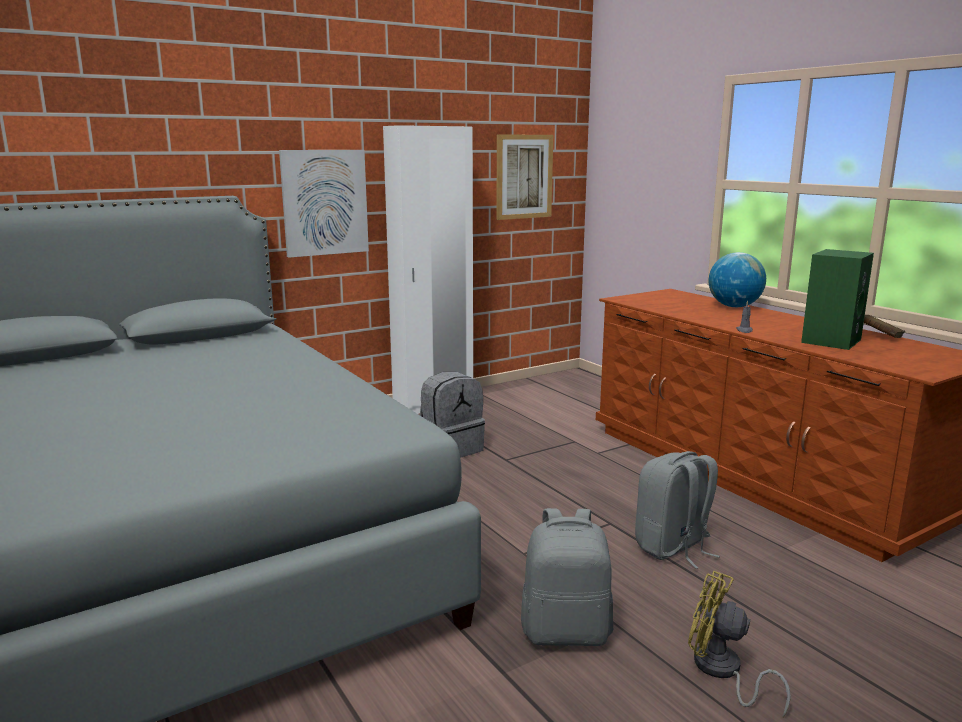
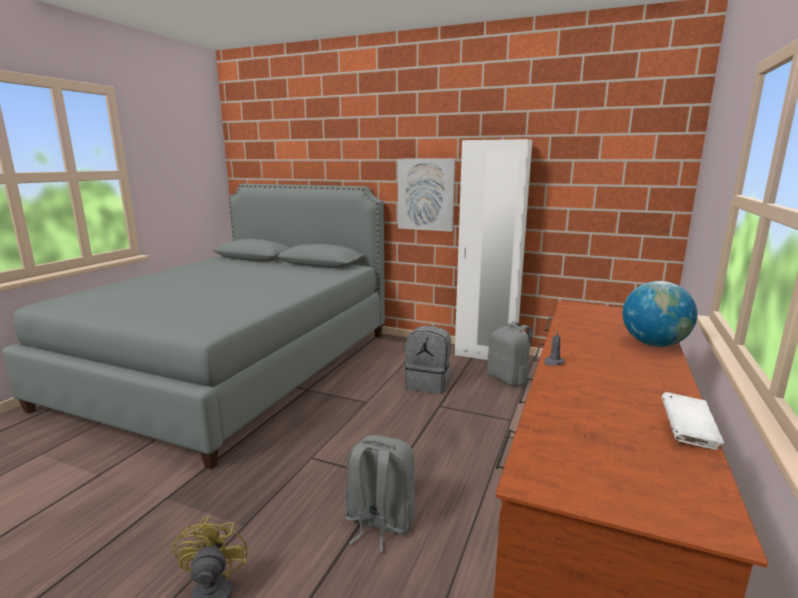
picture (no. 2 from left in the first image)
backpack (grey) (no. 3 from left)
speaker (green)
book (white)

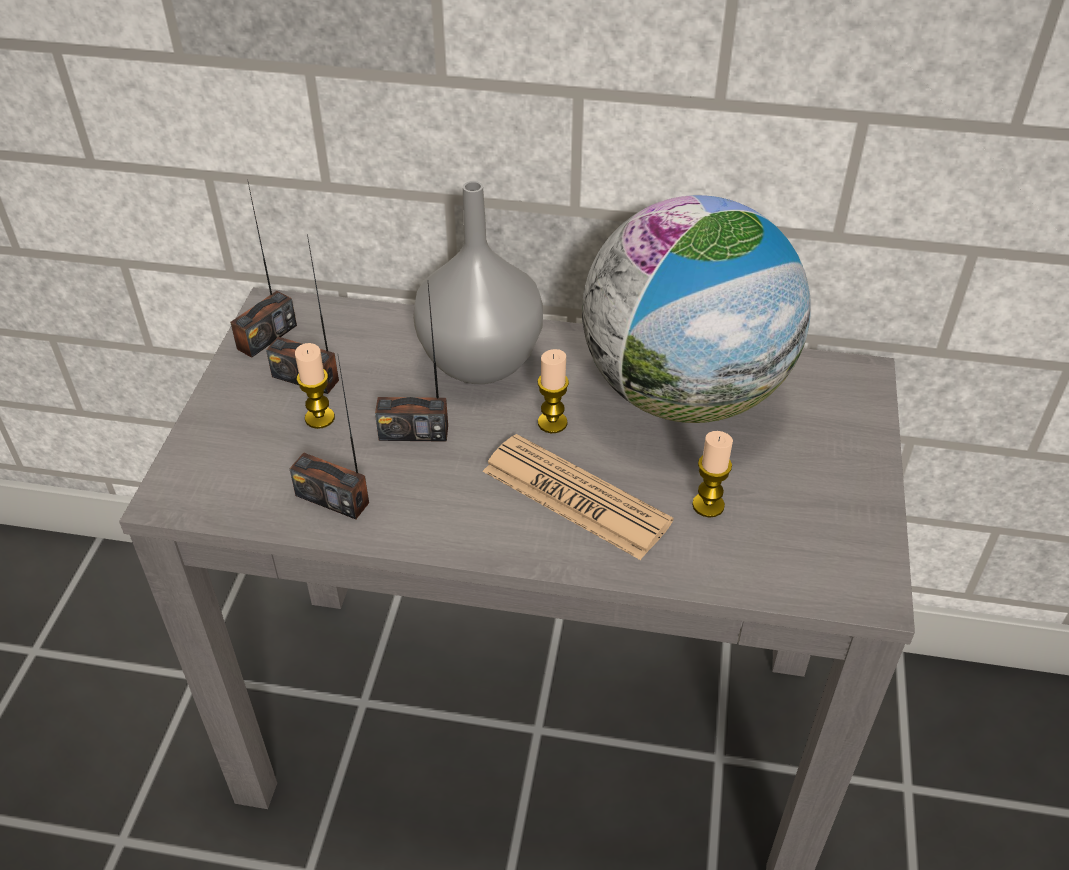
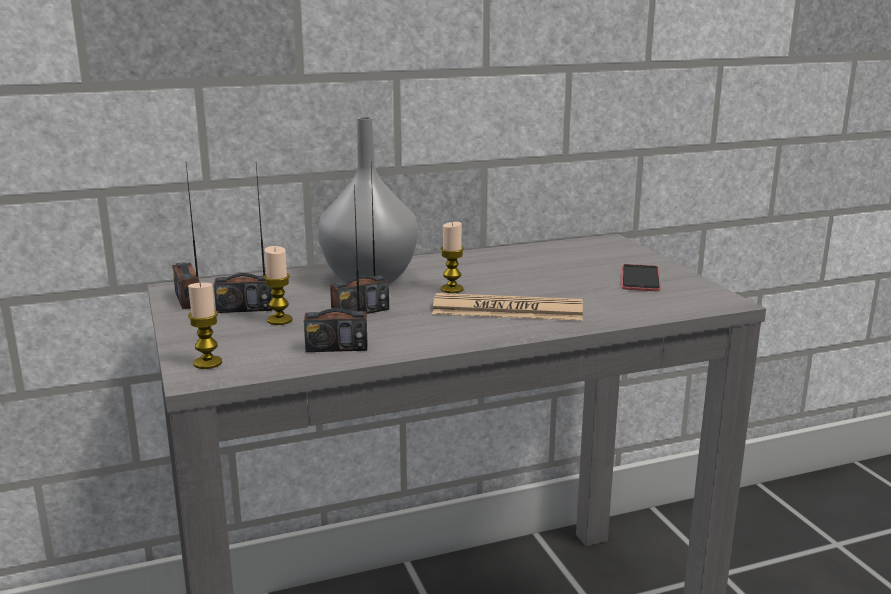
radio (no. 1 from left)
globe
candle (no. 1 from left)
phone

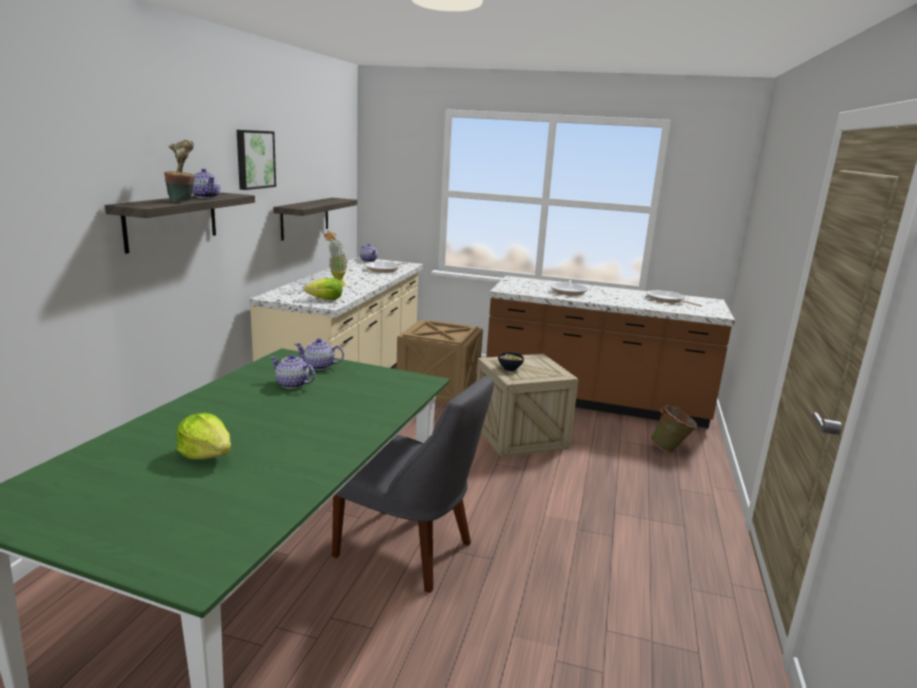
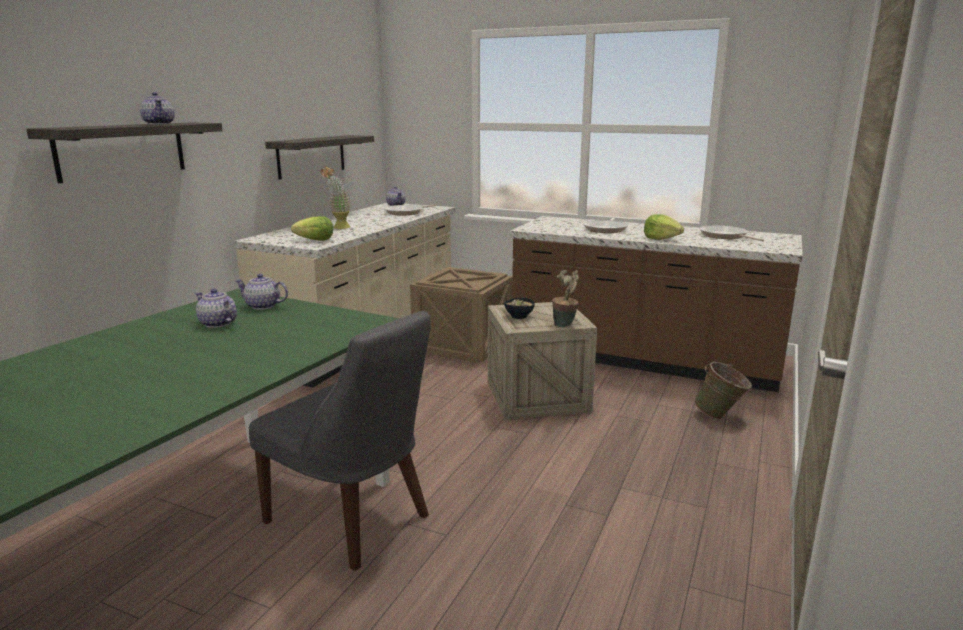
potted plant (no. 2 from left)
lettuce (no. 2 from left)
picture

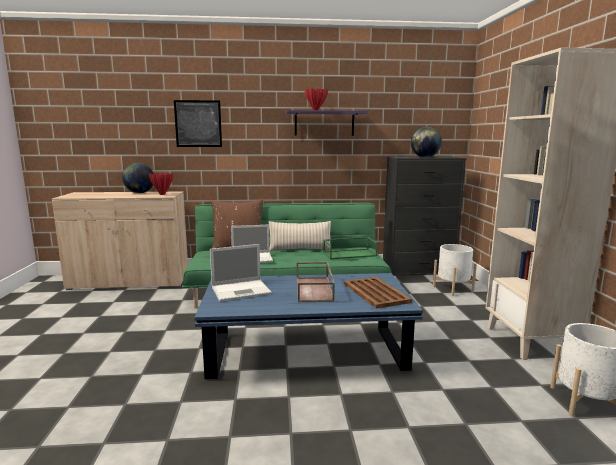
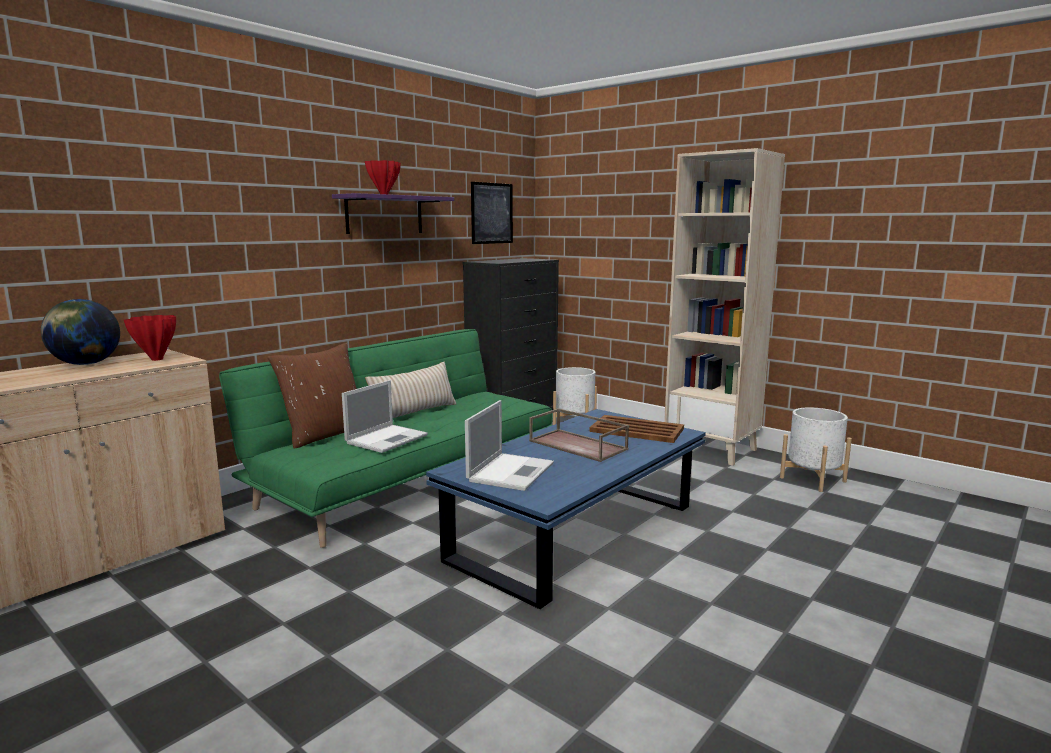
picture
tray (green)
globe (no. 2 from left in the first image)

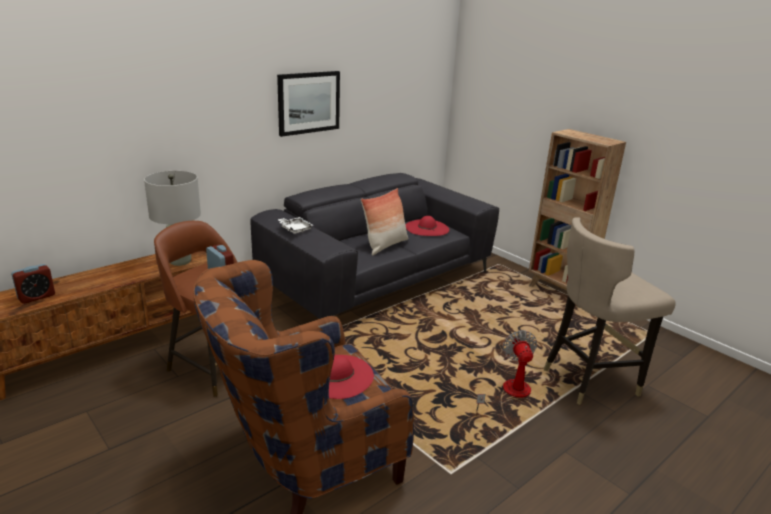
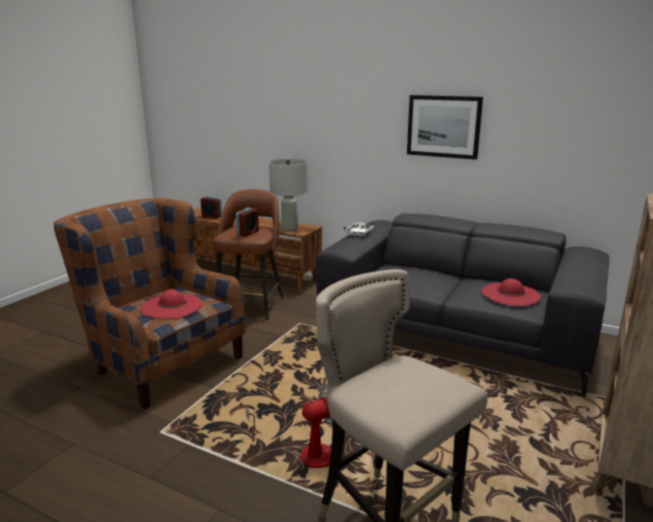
pillow

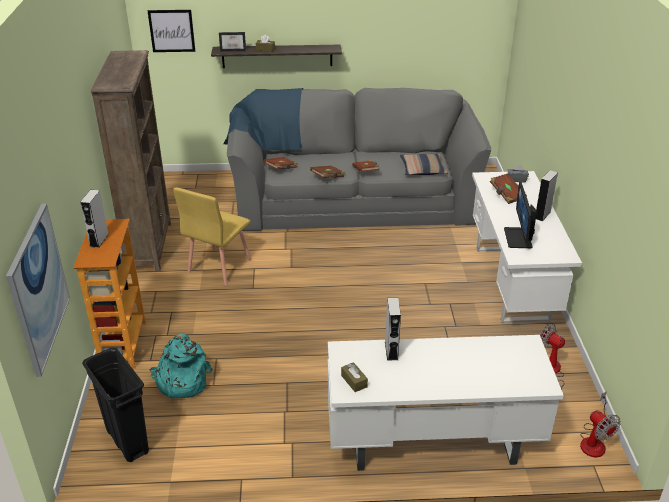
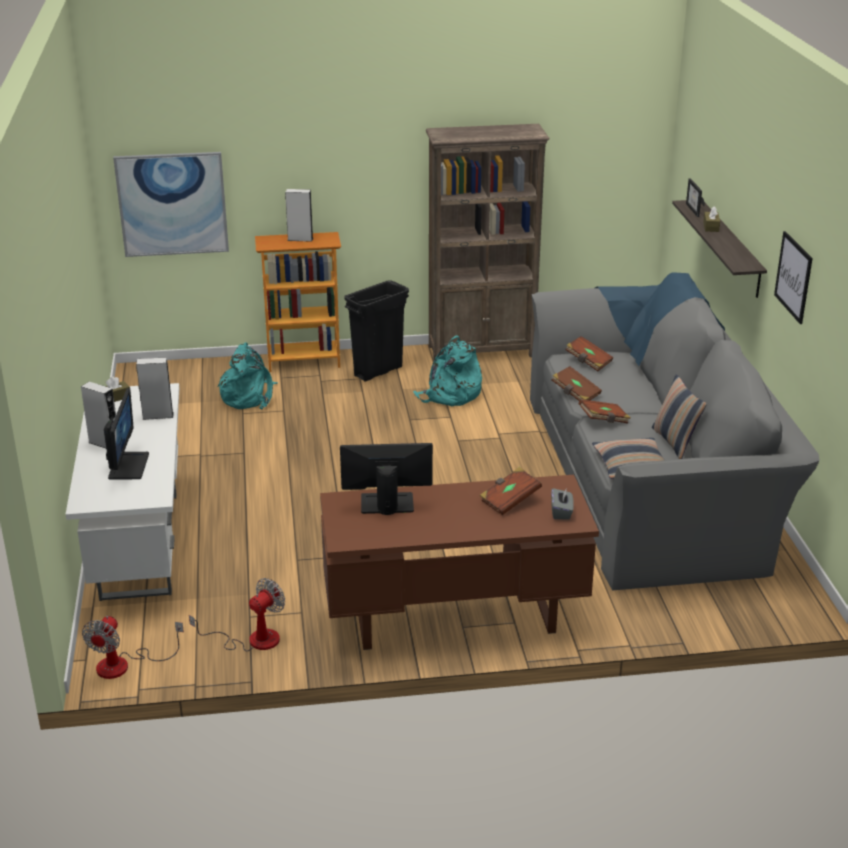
trash can (black)
picture (no. 2 from left)
backpack (turquoise) (no. 2 from left)
desk (brown)
speaker (grey) (no. 1 from left)
fan (no. 1 from left)
monitor (no. 1 from left)
pillow (no. 2 from left)

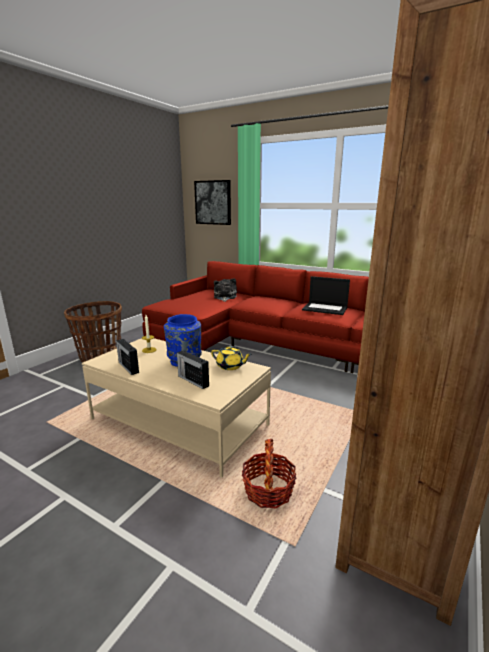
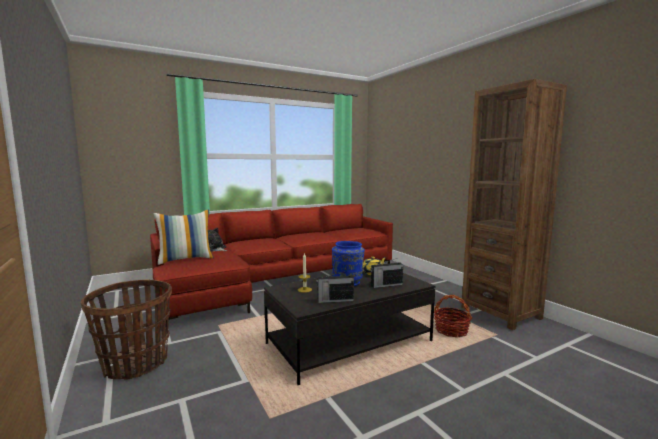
coffee table (black)
picture
laptop
pillow

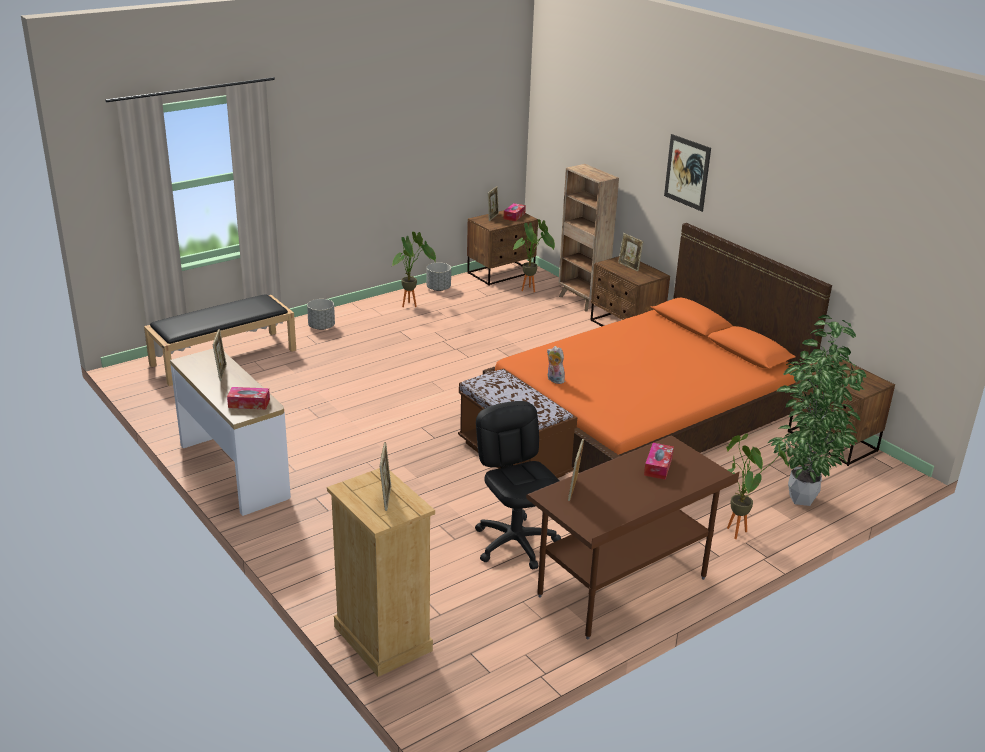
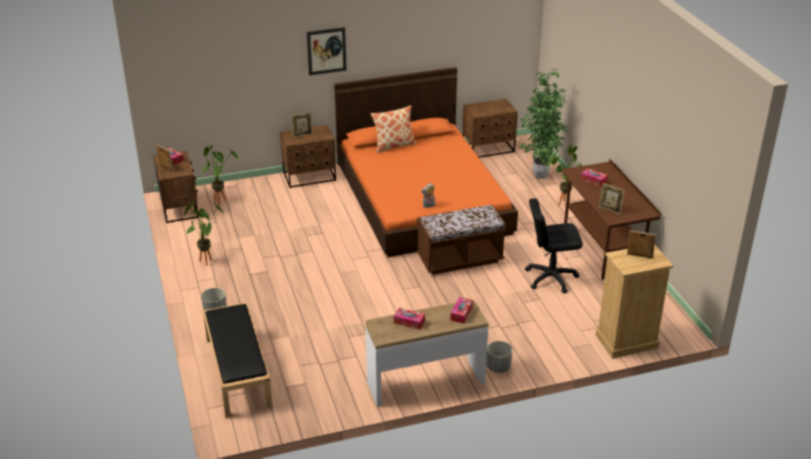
tissue box (no. 2 from left)
planter (grey) (no. 2 from left)
bookcase (brown)
pillow

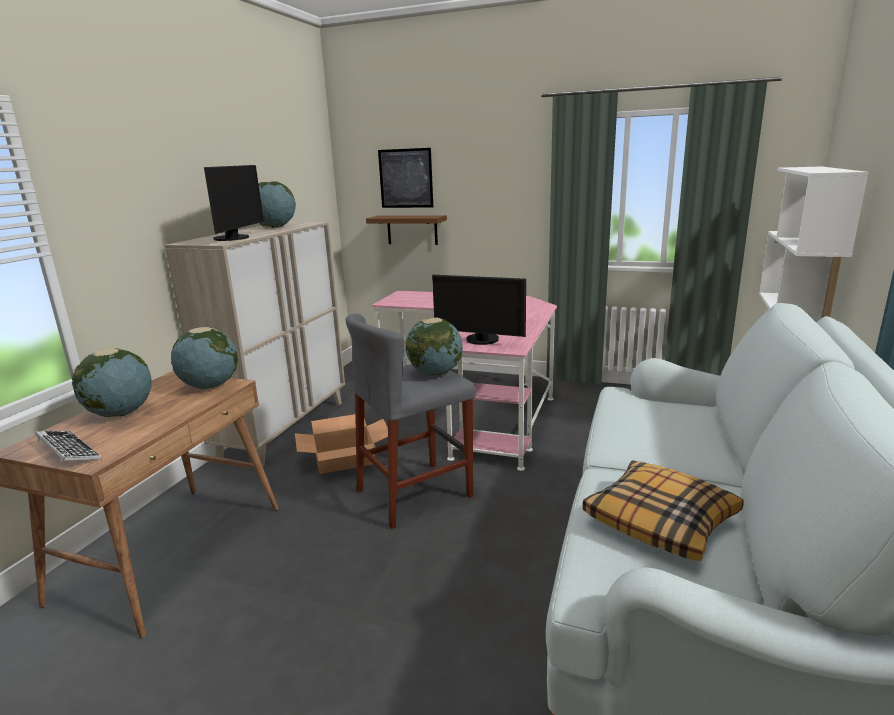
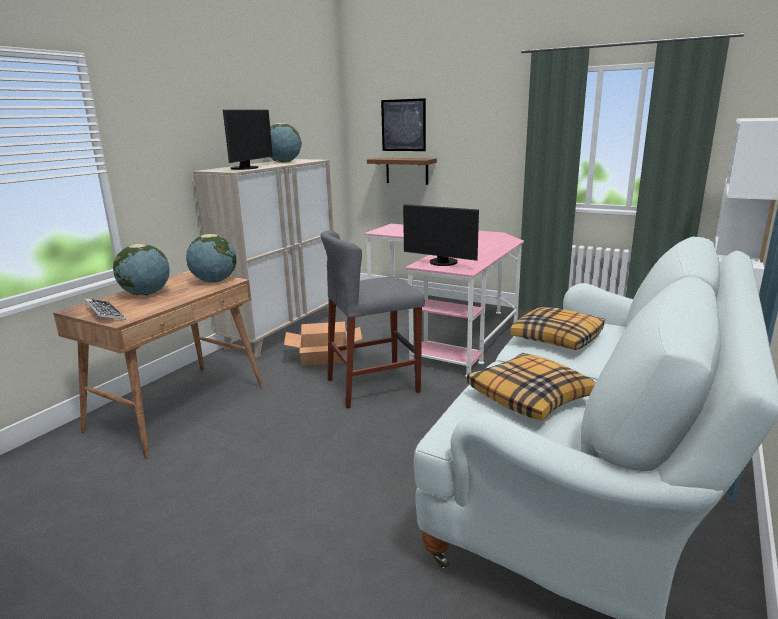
globe (no. 4 from left in the first image)
pillow (no. 2 from left)

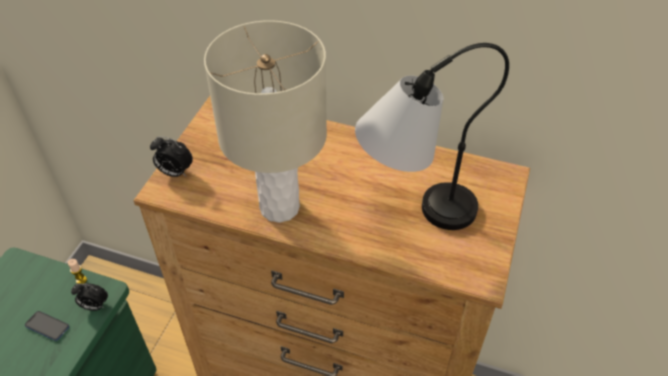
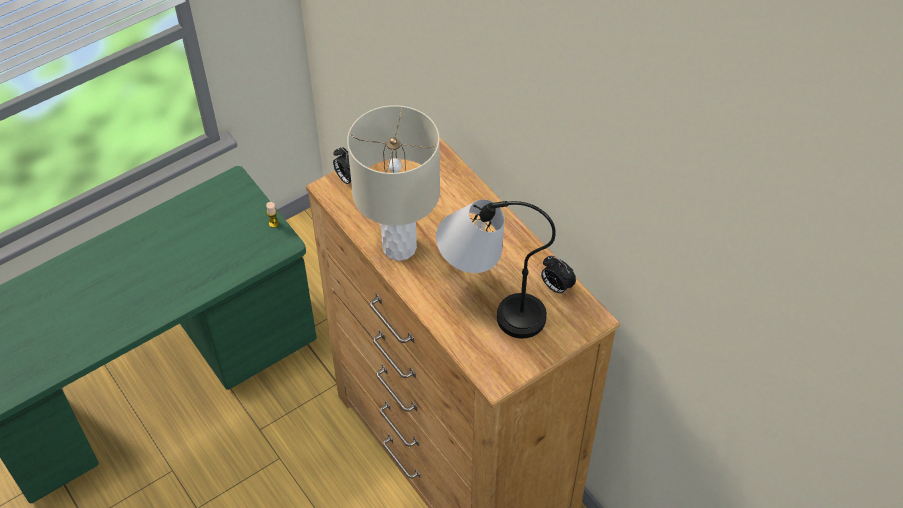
phone
alarm clock (no. 2 from left)

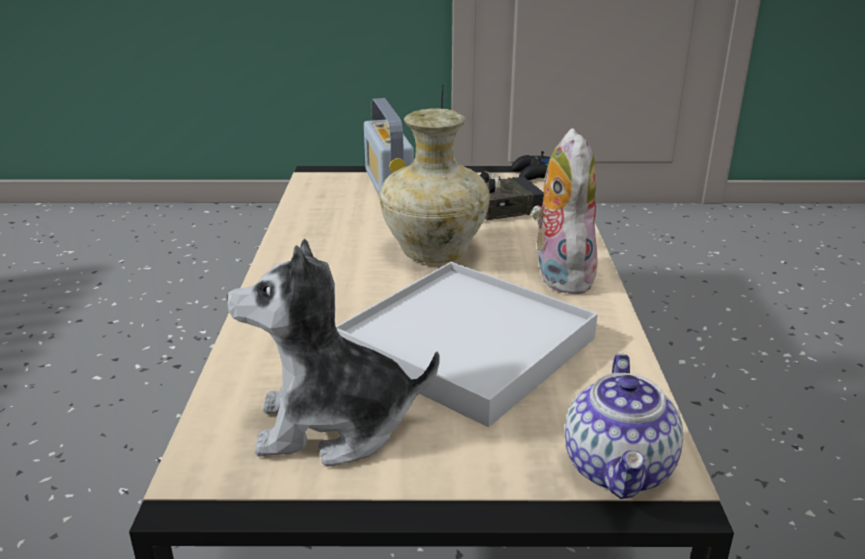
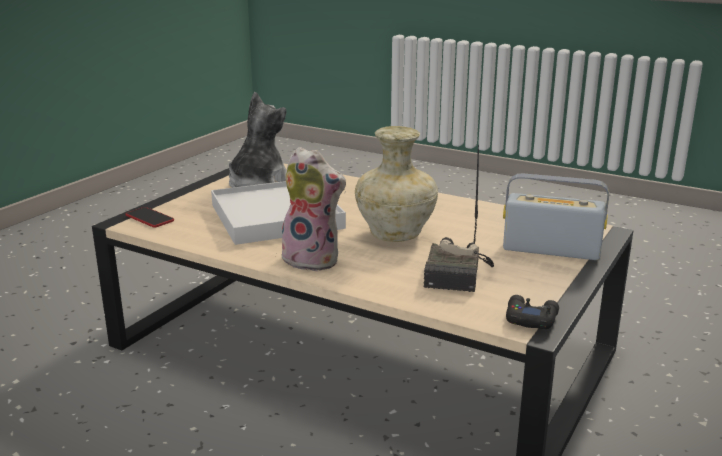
phone

